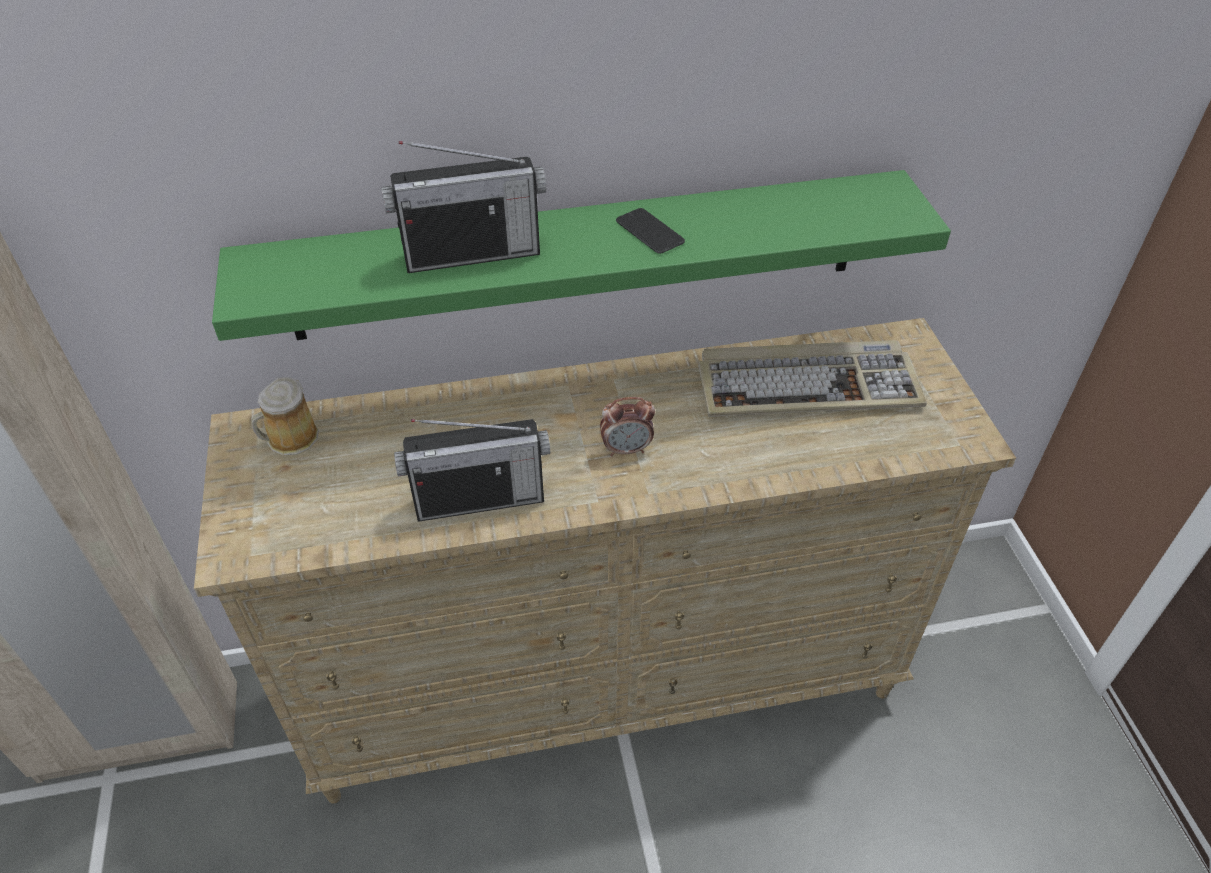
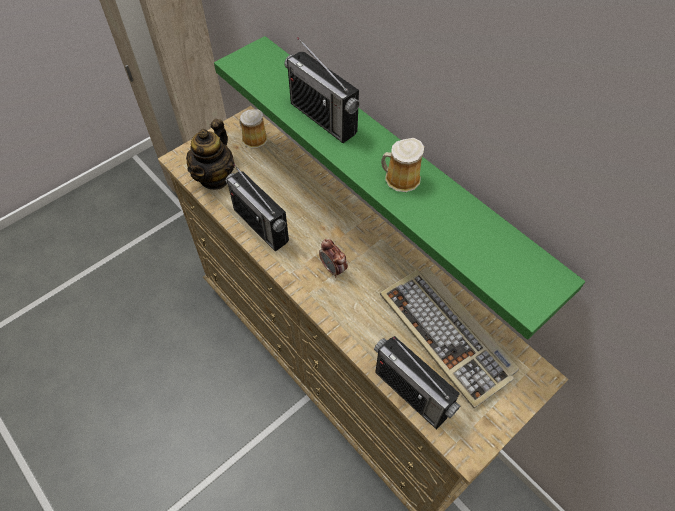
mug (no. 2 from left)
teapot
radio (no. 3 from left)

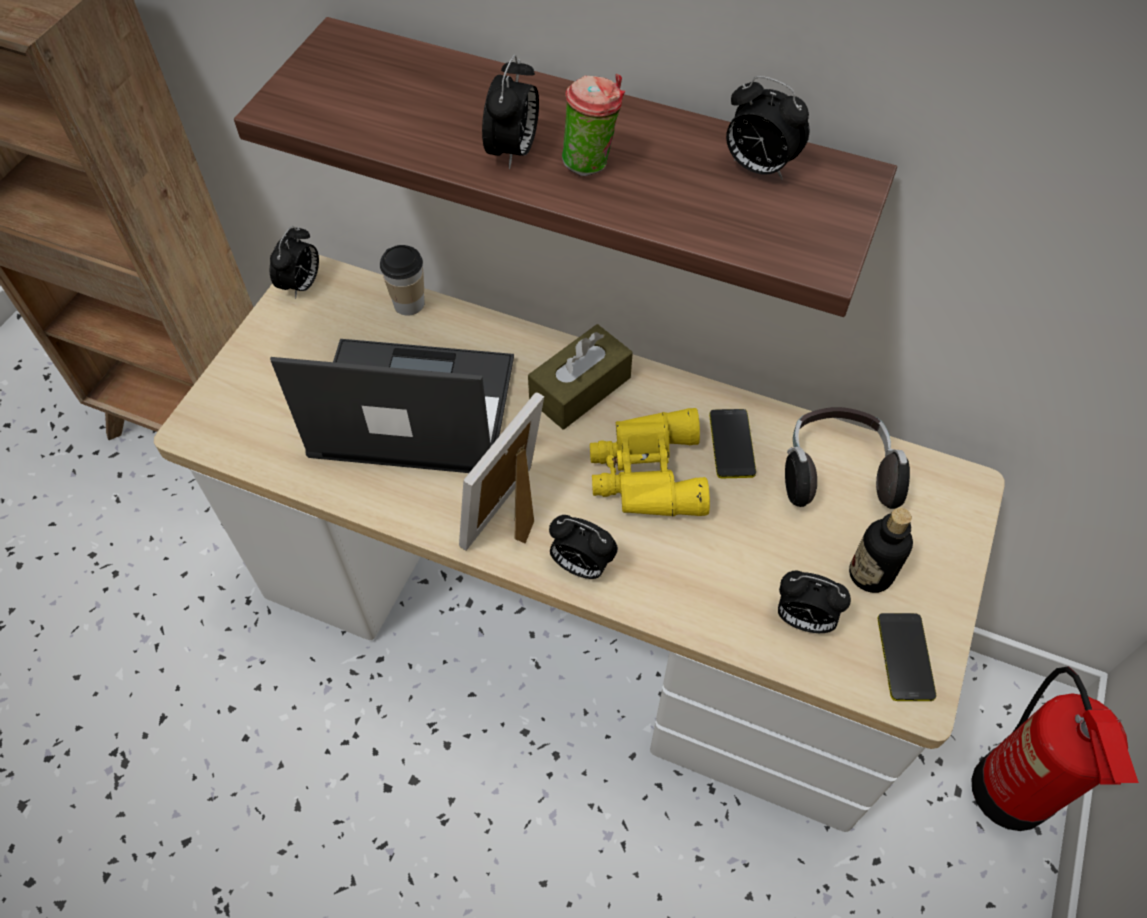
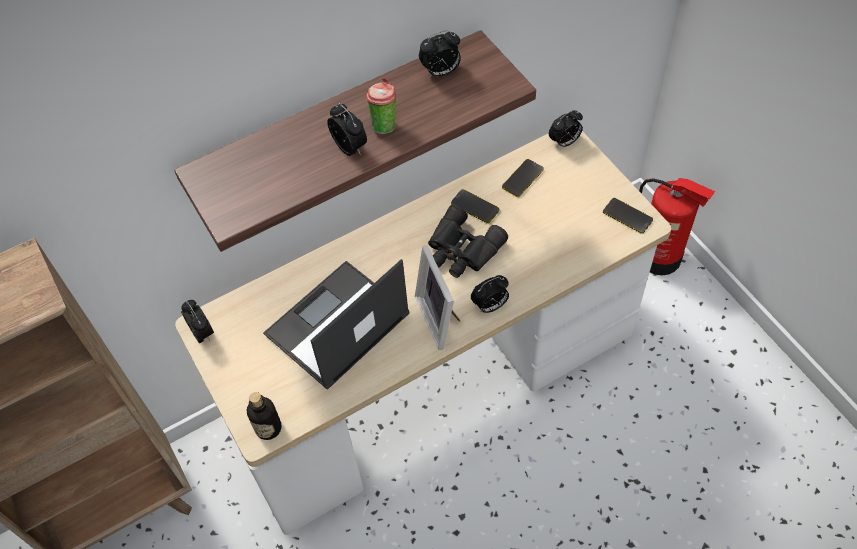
cup (no. 1 from left in the first image)
tissue box (brown)
binoculars (black)
alarm clock (no. 5 from left)
phone (no. 2 from left)
bottle

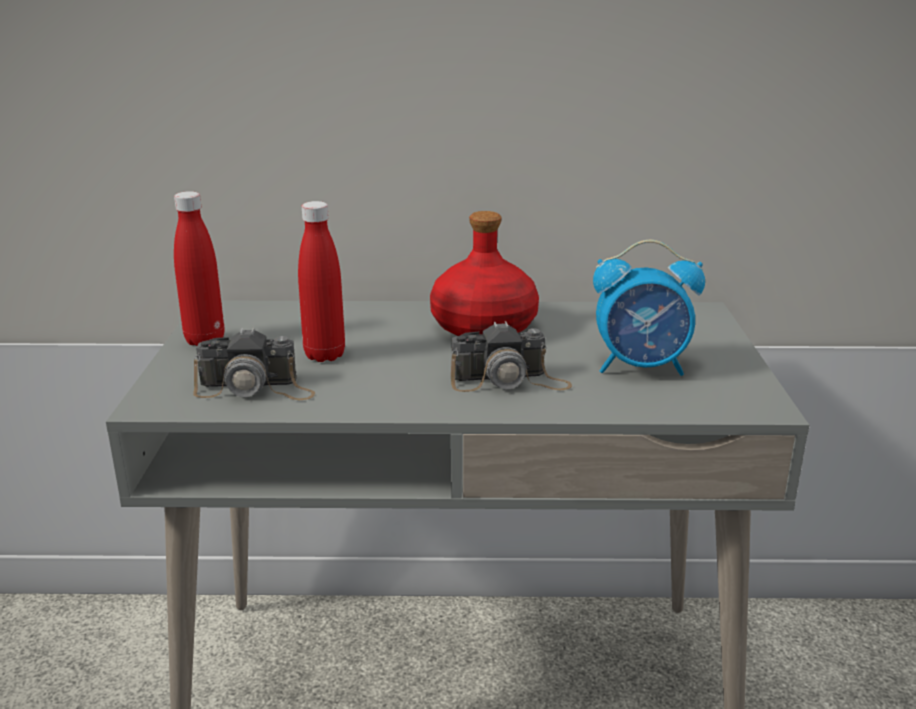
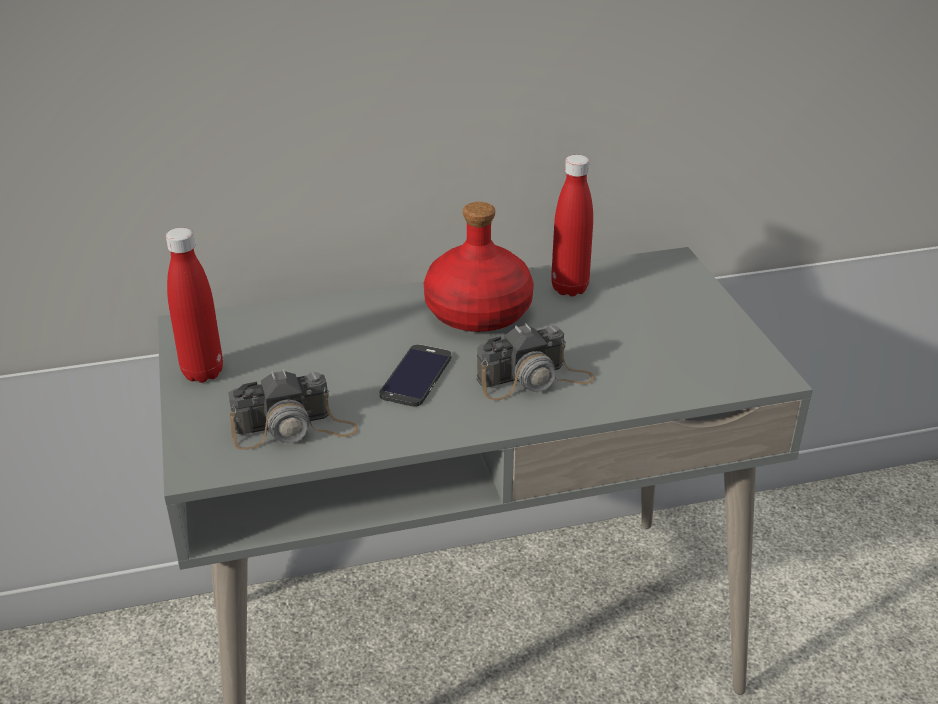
bottle (red) (no. 3 from left)
alarm clock
phone

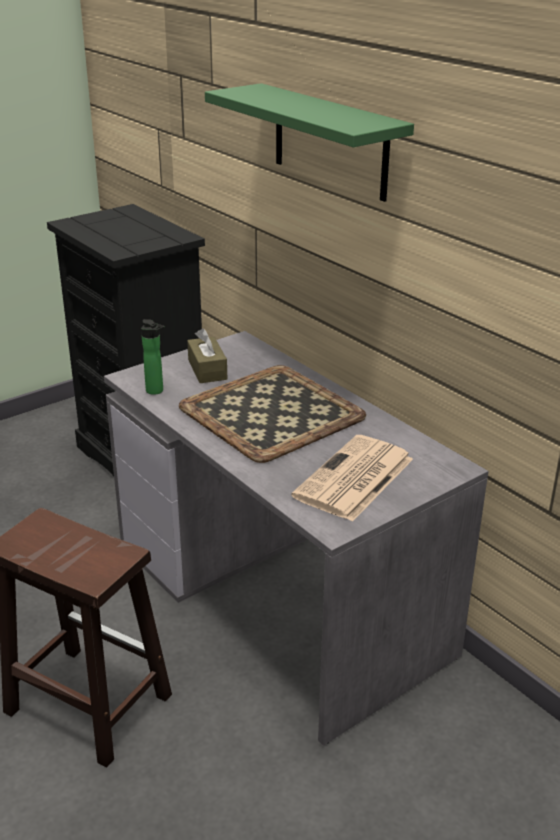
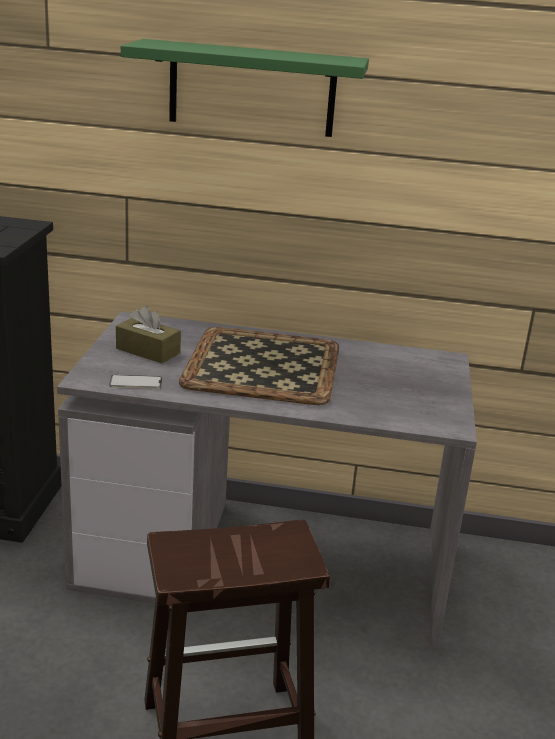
phone
newspaper

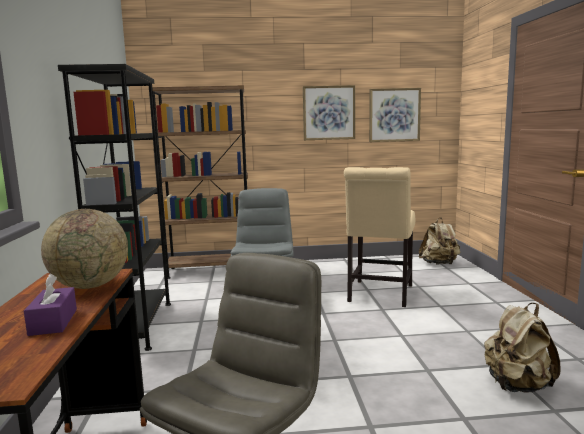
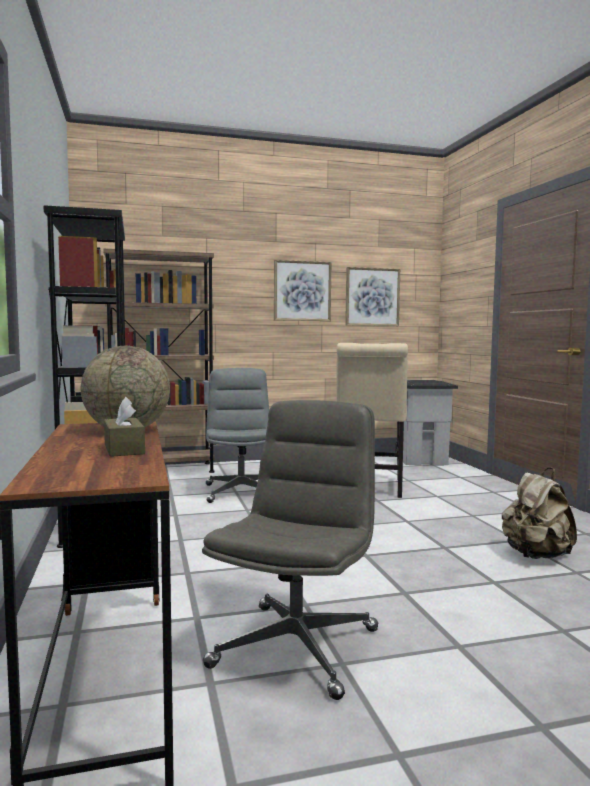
tissue box (brown)
trash can (grey)

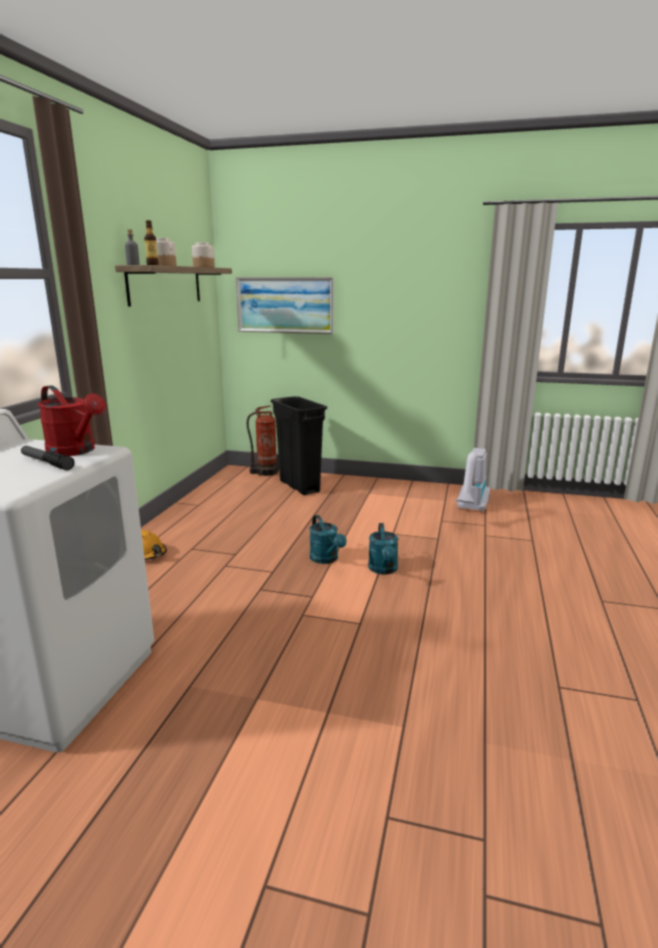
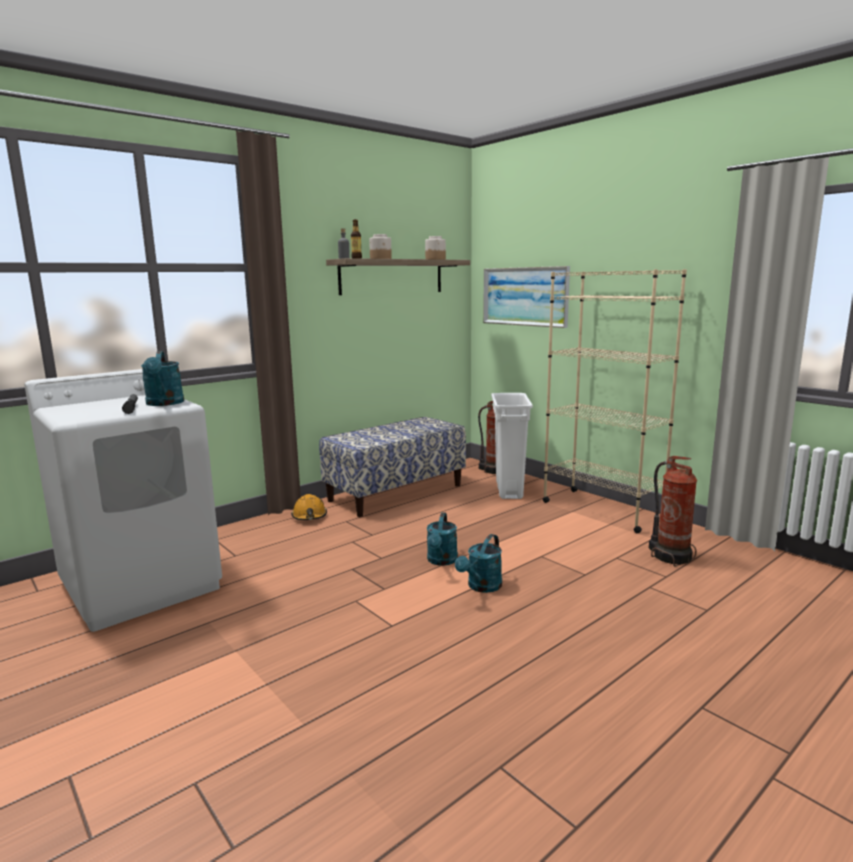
watering can (turquoise) (no. 1 from left)
trash can (white)
fire extinguisher (no. 2 from left)
bench
bookcase (beige)

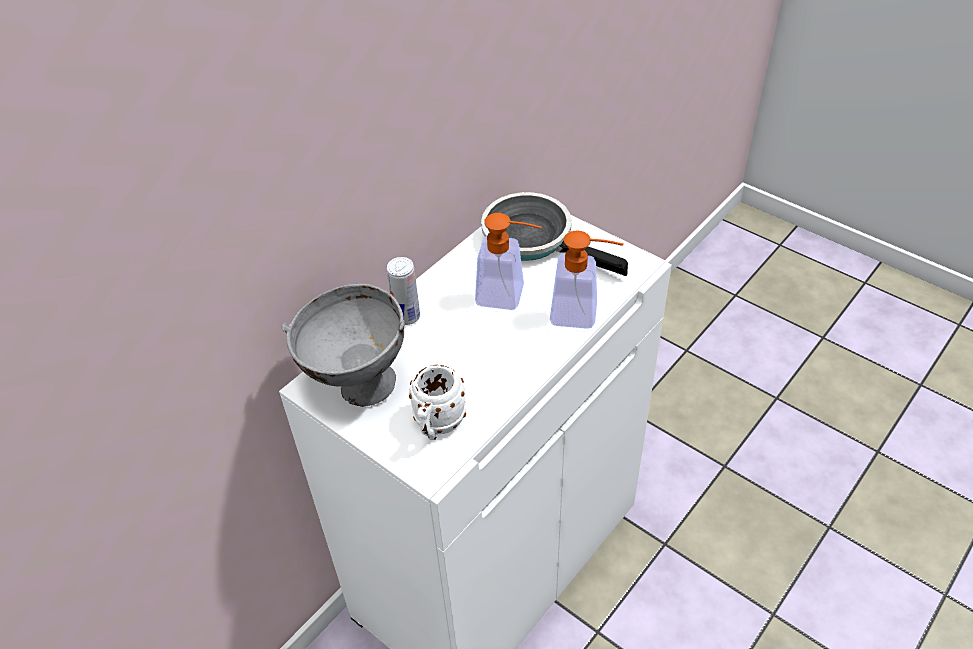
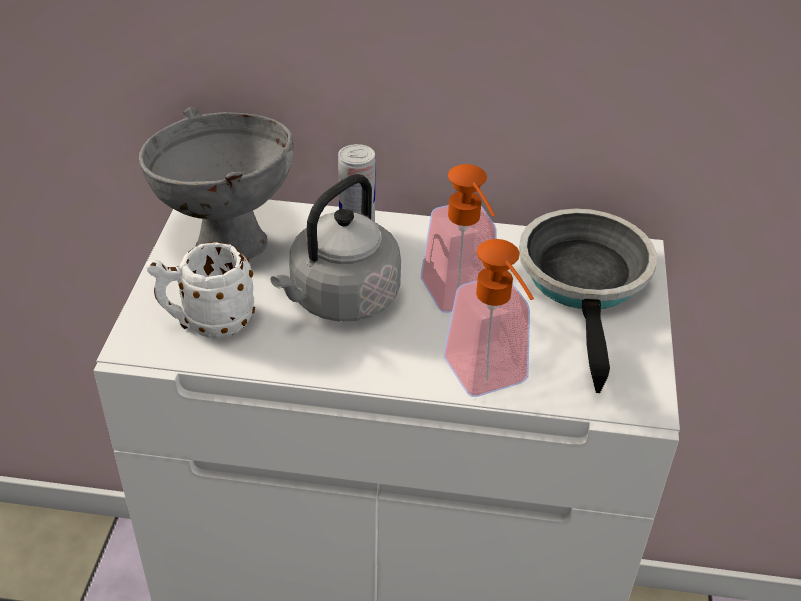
kettle (grey)

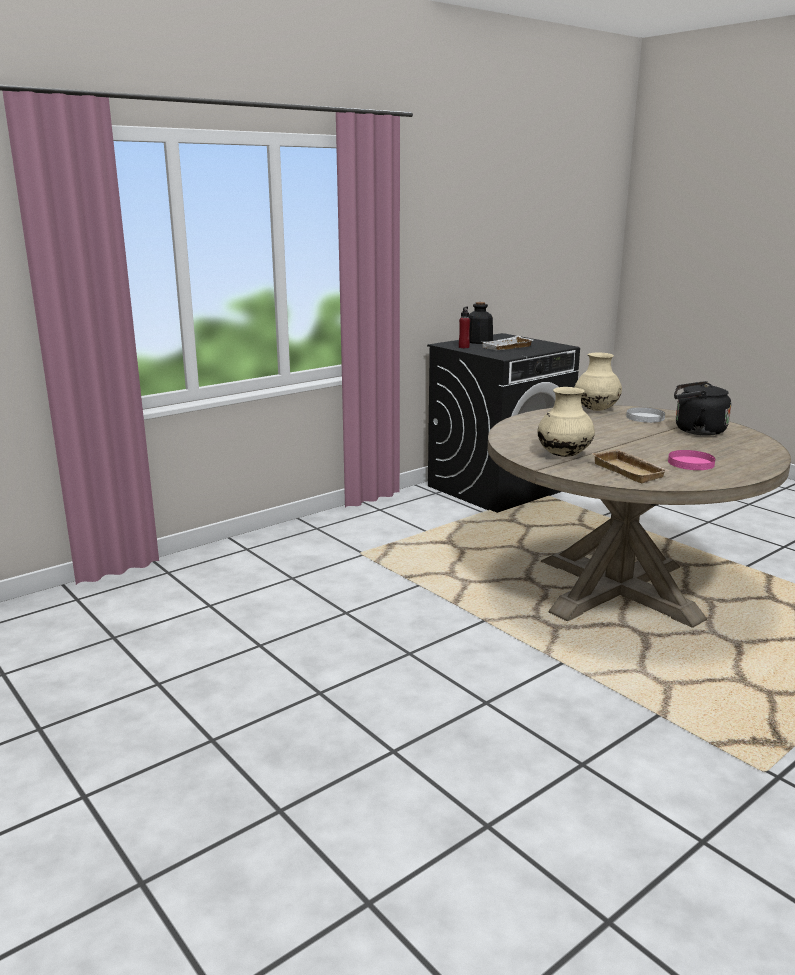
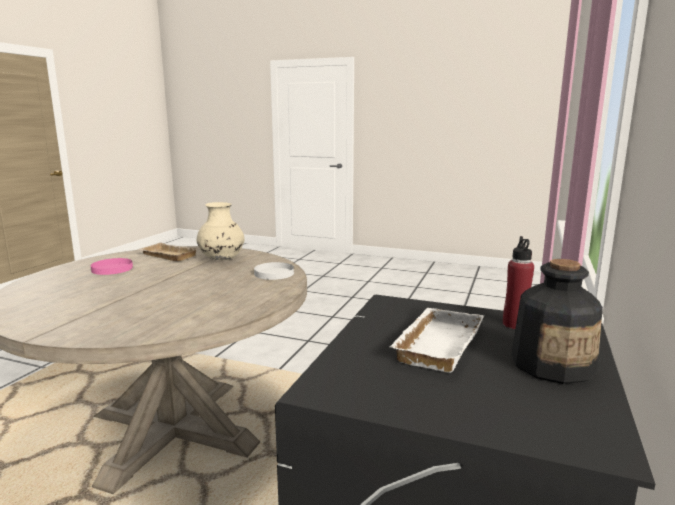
vase (beige) (no. 2 from left in the first image)
plate (white)
kettle (black)

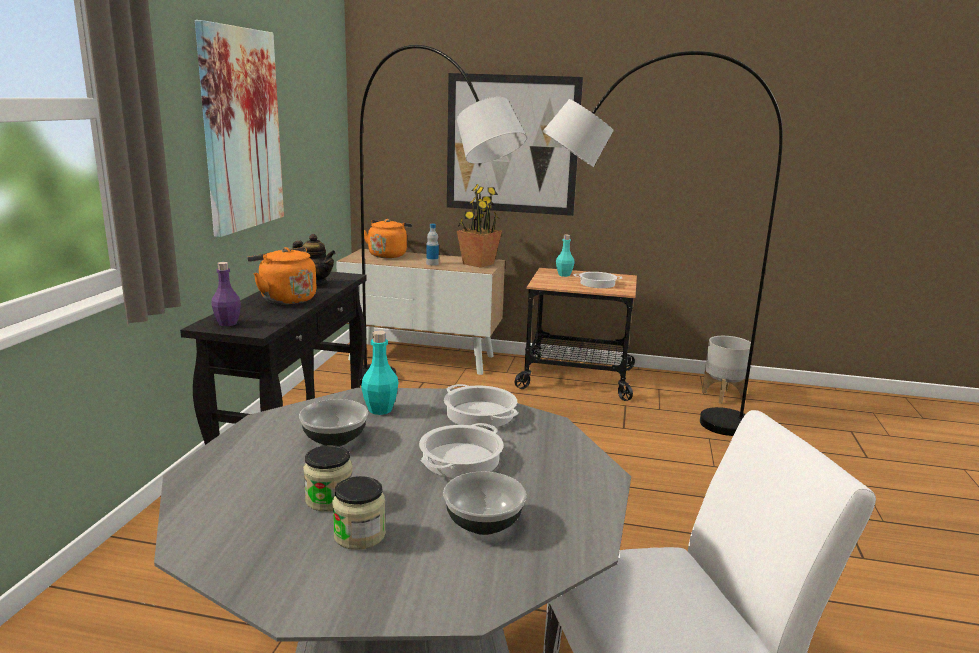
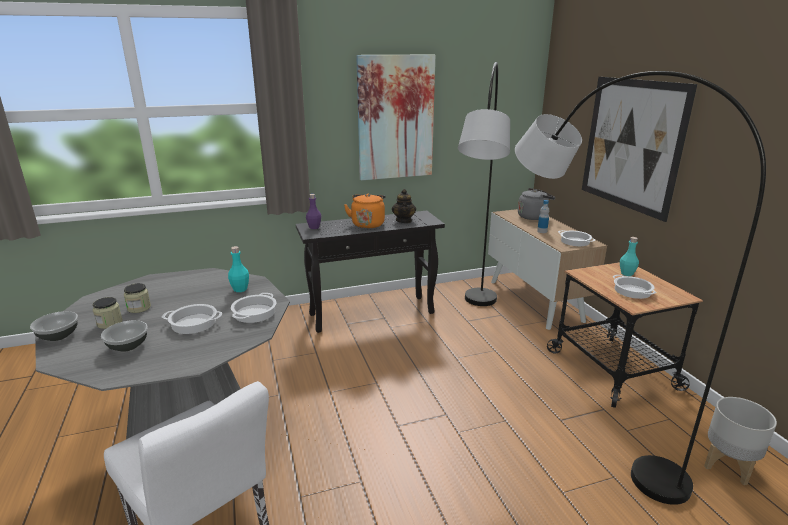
bowl (no. 1 from left)
kettle (grey)
cooking pot (no. 3 from left)

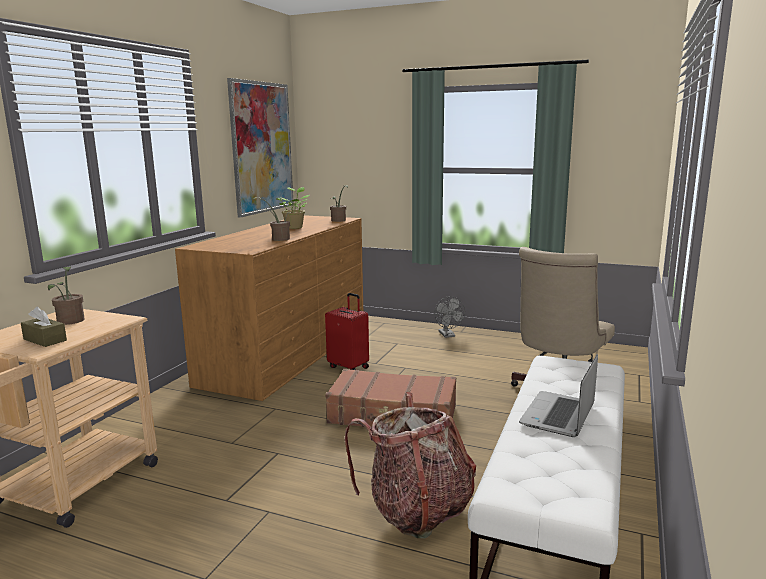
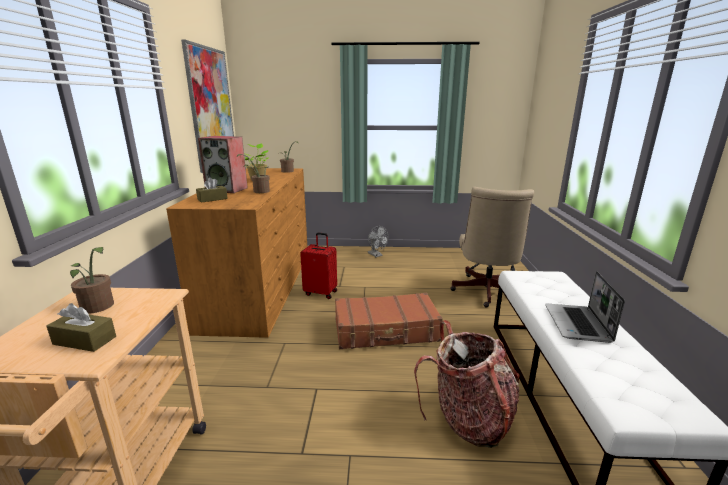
tissue box (brown) (no. 2 from left)
speaker

